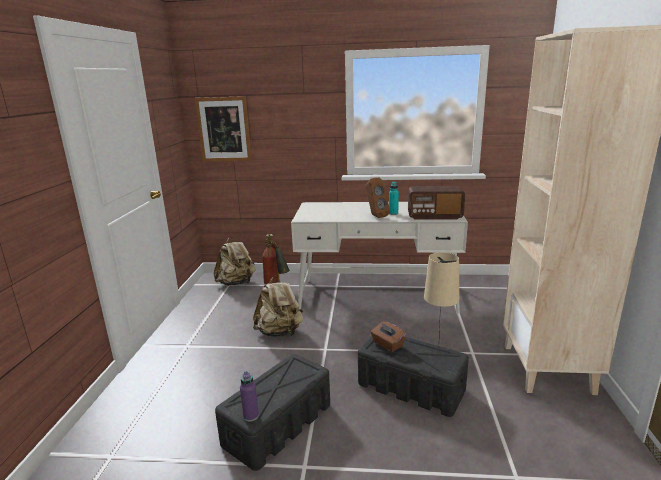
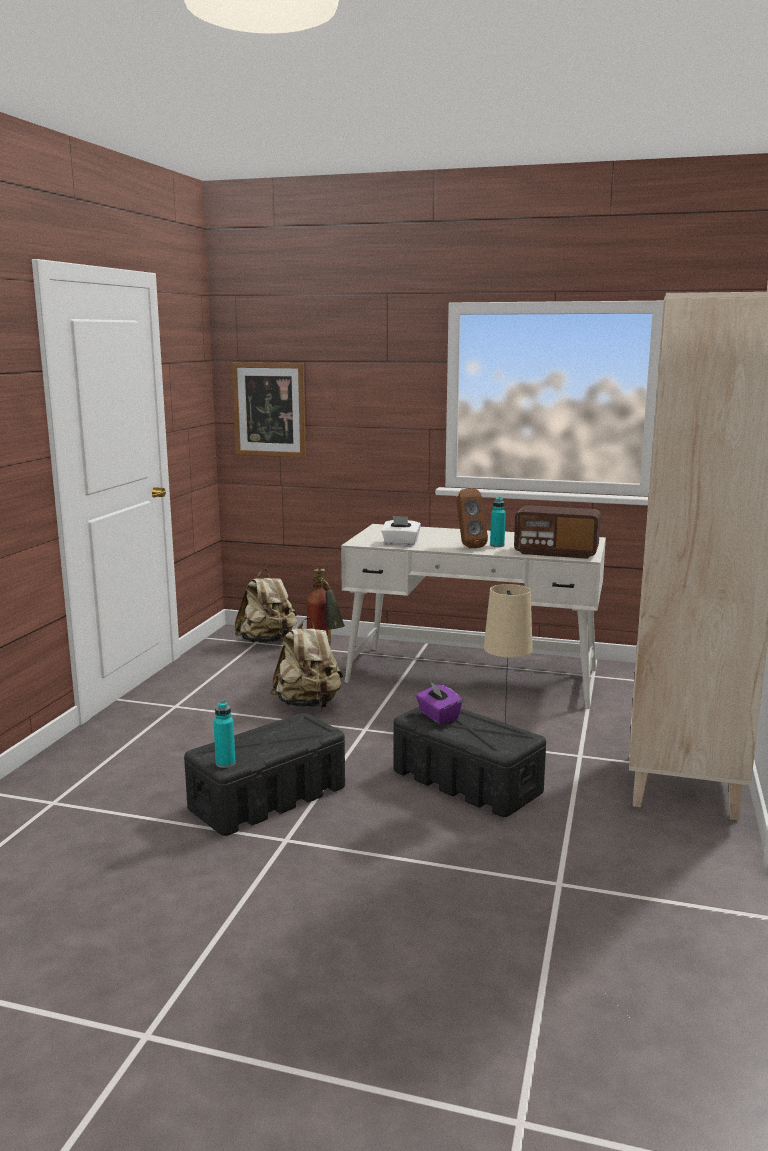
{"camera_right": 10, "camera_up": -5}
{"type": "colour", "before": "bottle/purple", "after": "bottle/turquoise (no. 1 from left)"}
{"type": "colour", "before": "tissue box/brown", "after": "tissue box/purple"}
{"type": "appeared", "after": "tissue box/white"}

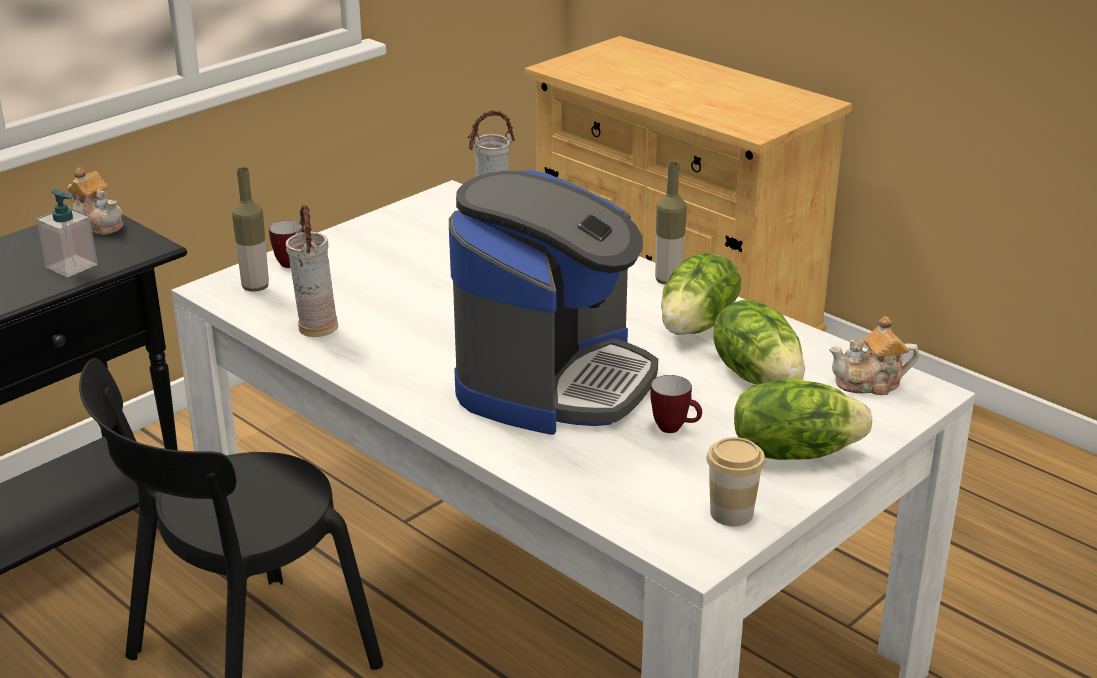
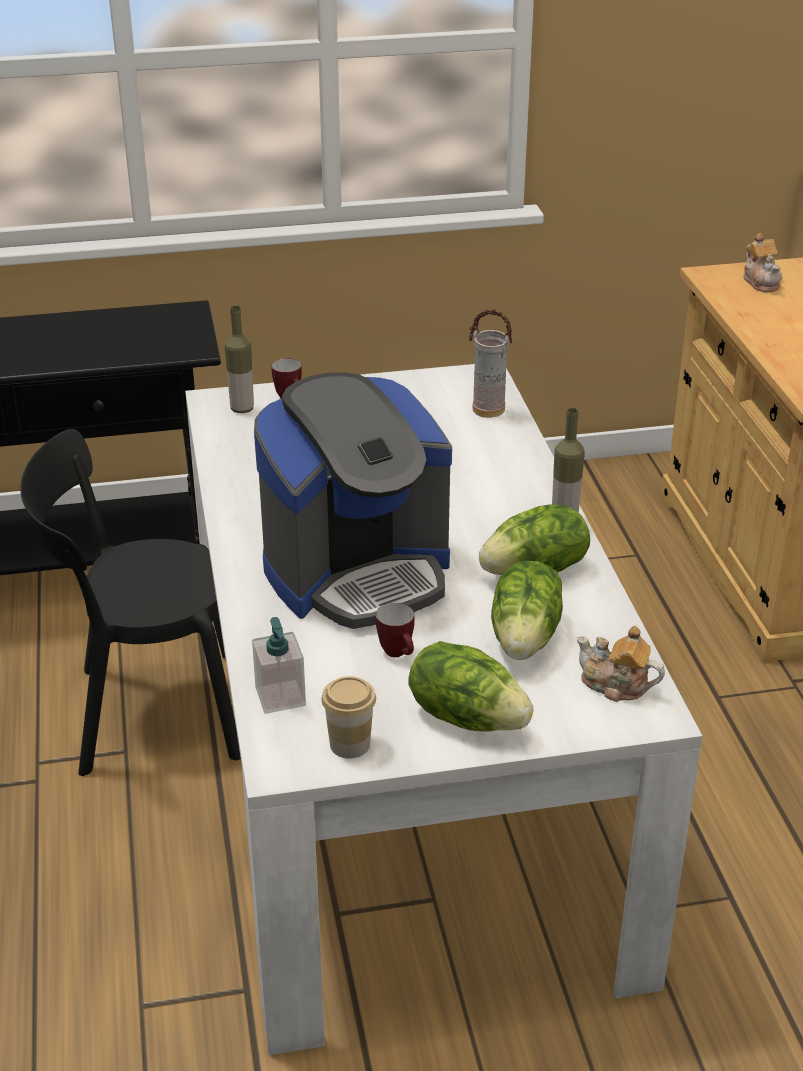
{"camera_right": 35, "camera_up": 5}
{"type": "relocated", "before": "soap dispenser"}
{"type": "relocated", "before": "teapot (no. 1 from left in the first image)", "after": "teapot (no. 2 from left)"}
{"type": "missing", "before": "vase (no. 1 from left)"}

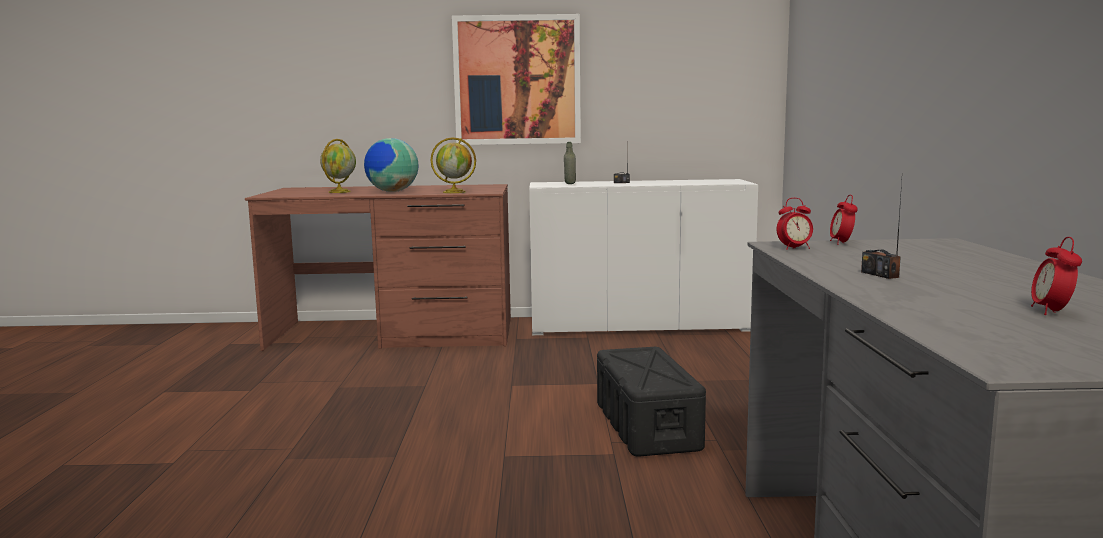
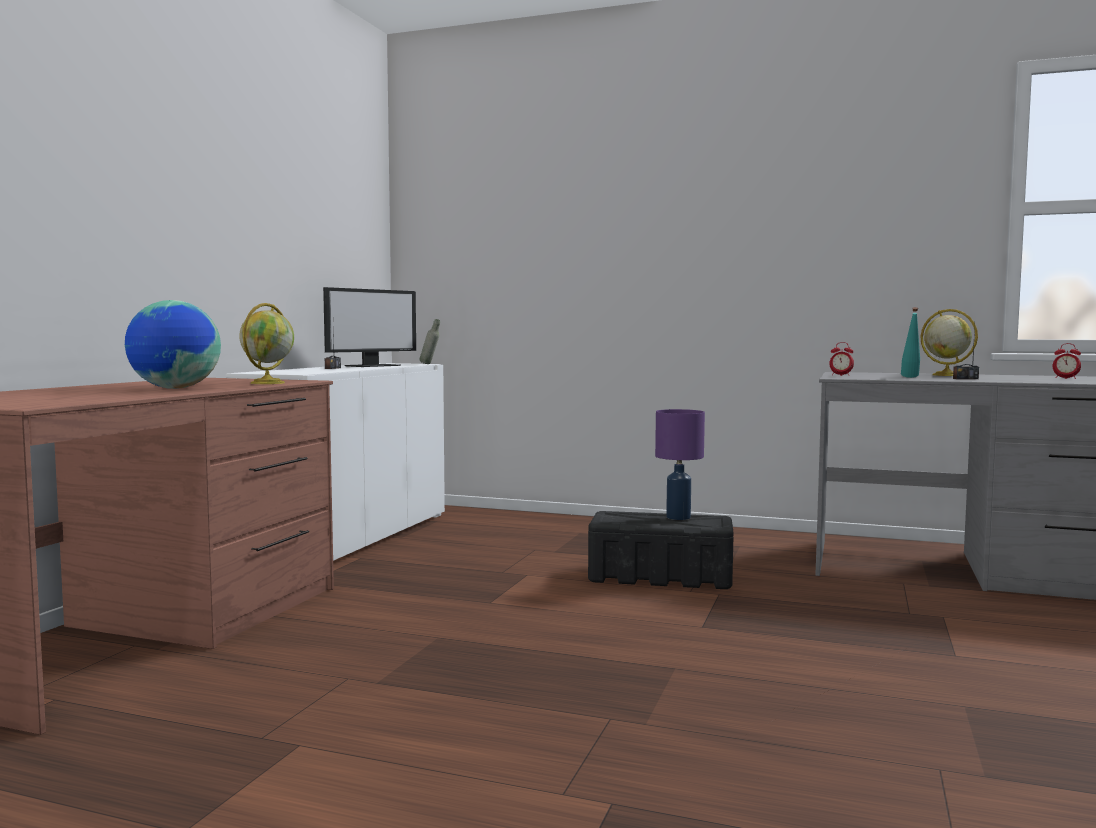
{"camera_right": -70, "camera_up": -5}
{"type": "relocated", "before": "globe (no. 1 from left in the first image)", "after": "globe (no. 3 from left)"}
{"type": "missing", "before": "picture"}
{"type": "relocated", "before": "bottle/grey"}
{"type": "missing", "before": "alarm clock (no. 1 from left)"}
{"type": "appeared", "after": "monitor"}
{"type": "appeared", "after": "table lamp/purple"}
{"type": "appeared", "after": "bottle/turquoise"}

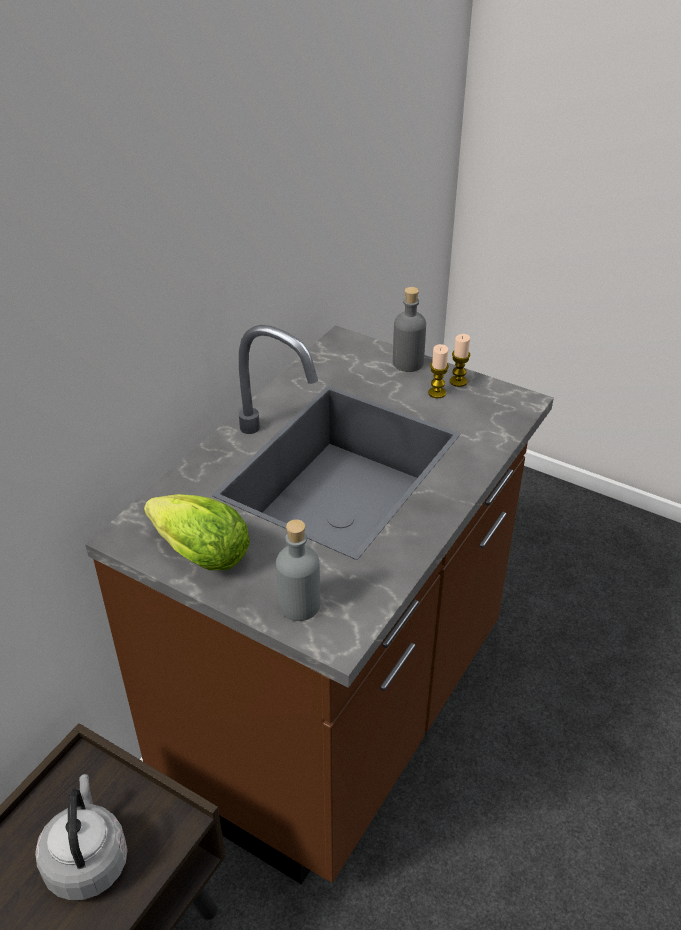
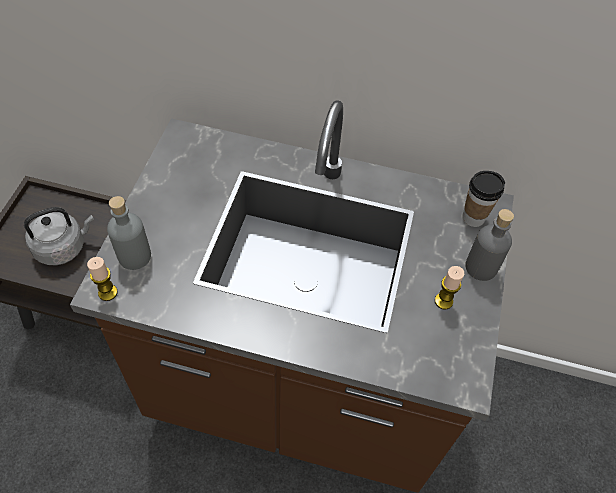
{"camera_right": 70, "camera_up": 15}
{"type": "missing", "before": "lettuce"}
{"type": "relocated", "before": "candle (no. 2 from left in the first image)", "after": "candle (no. 1 from left)"}
{"type": "appeared", "after": "cup"}

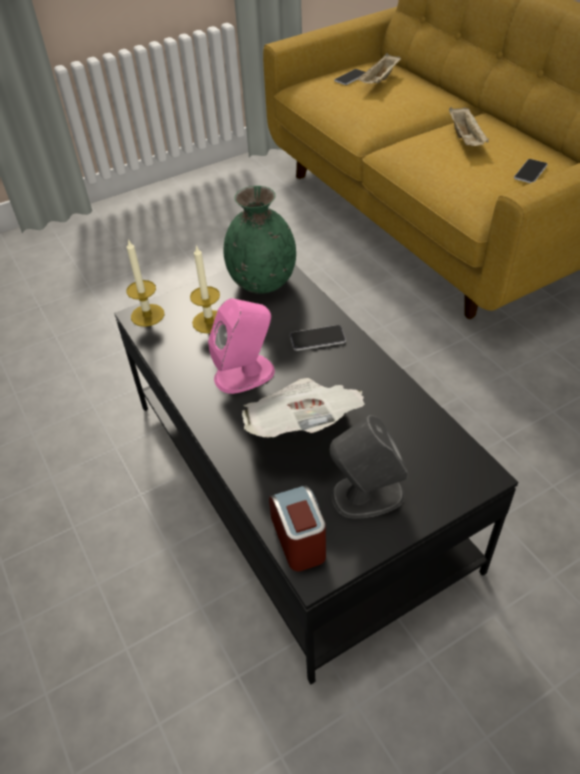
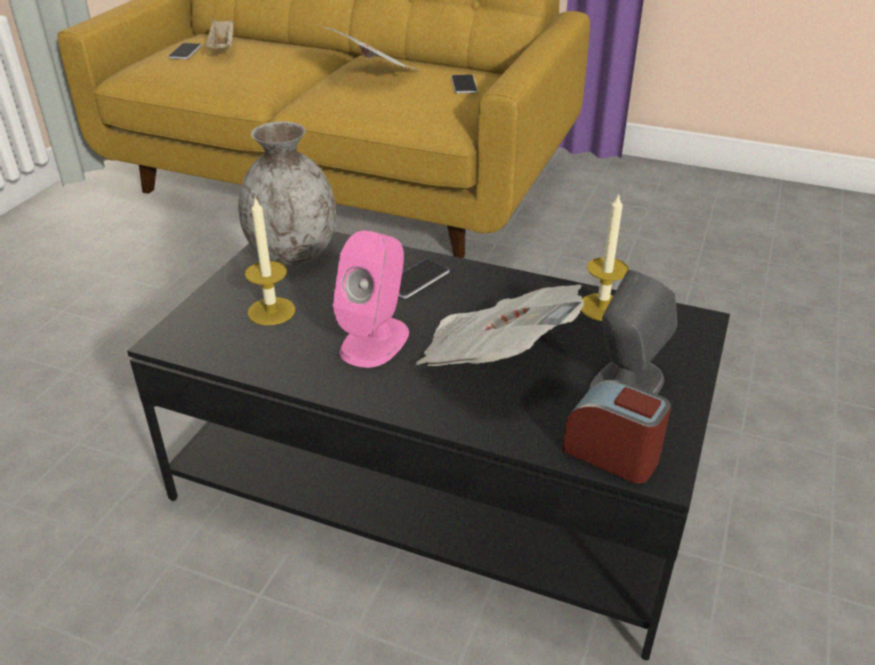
{"camera_right": -40, "camera_up": -10}
{"type": "relocated", "before": "candle (no. 1 from left in the first image)", "after": "candle (no. 2 from left)"}
{"type": "colour", "before": "vase/green", "after": "vase/grey"}
{"type": "exchanged", "before": "tray/beige (no. 2 from left)", "after": "newspaper (no. 1 from left)"}

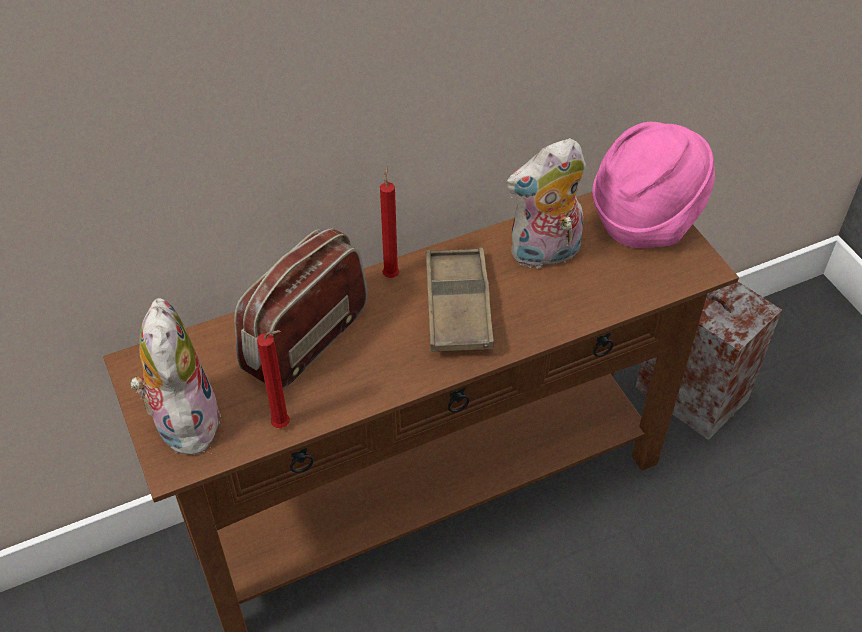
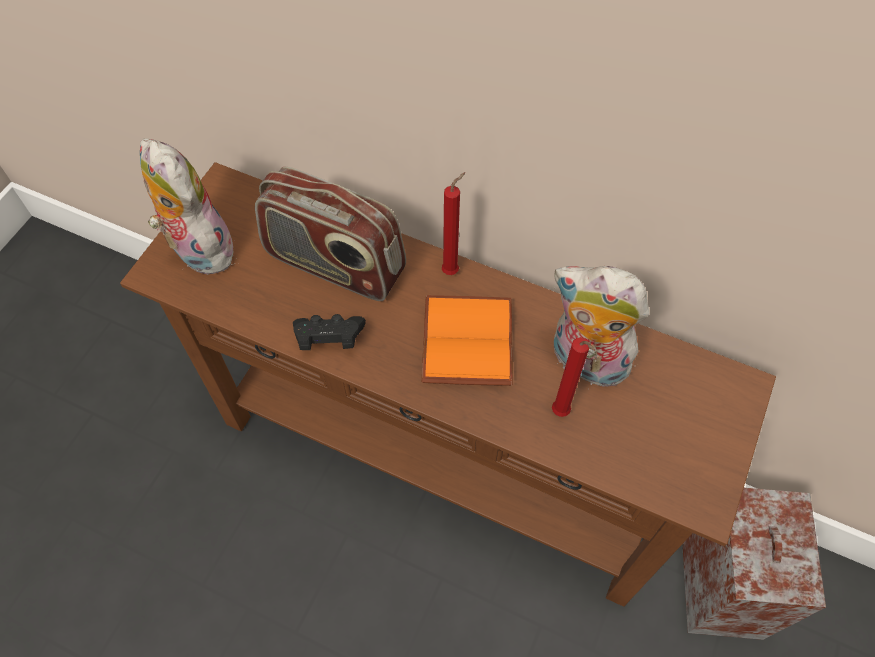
{"camera_right": 50, "camera_up": 10}
{"type": "spun", "before": "plush toy (no. 1 from left)", "turn": -75}
{"type": "spun", "before": "radio", "turn": -150}
{"type": "relocated", "before": "candle/red (no. 1 from left in the first image)", "after": "candle/red (no. 2 from left)"}
{"type": "exchanged", "before": "tray/brown", "after": "book/orange"}
{"type": "missing", "before": "hat/pink"}
{"type": "appeared", "after": "game controller/black"}

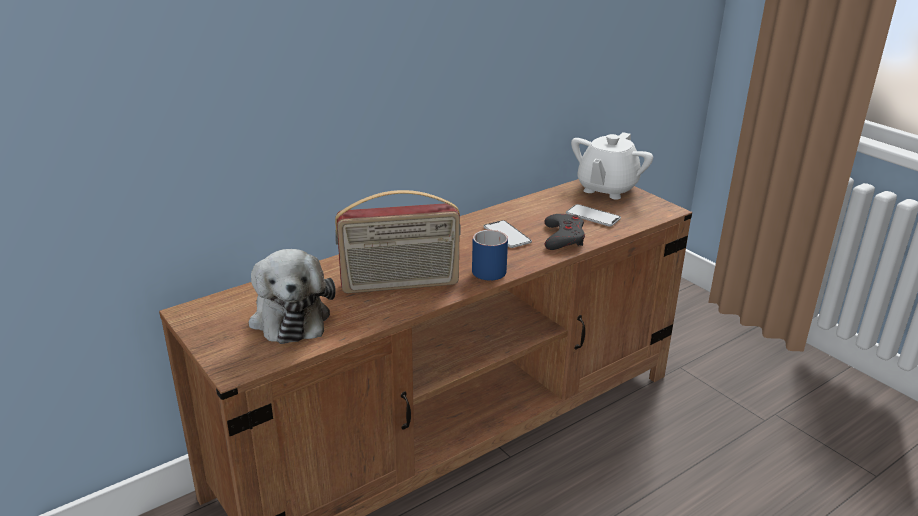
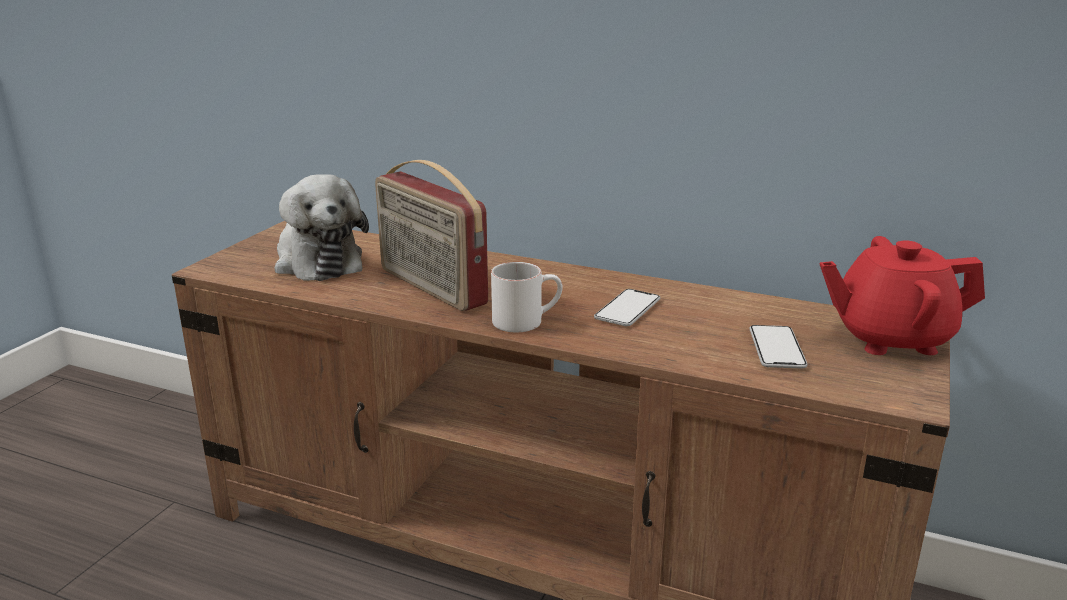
{"camera_right": 60, "camera_up": -5}
{"type": "spun", "before": "plush toy", "turn": -75}
{"type": "colour", "before": "mug/blue", "after": "mug/white"}
{"type": "missing", "before": "game controller/grey"}
{"type": "colour", "before": "teapot/white", "after": "teapot/red"}

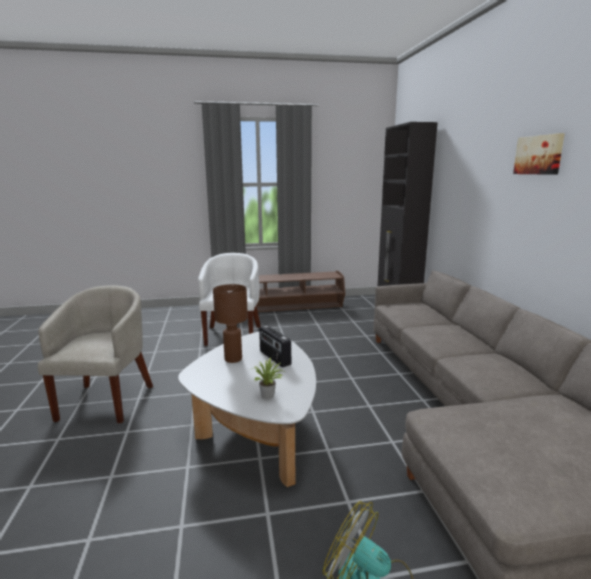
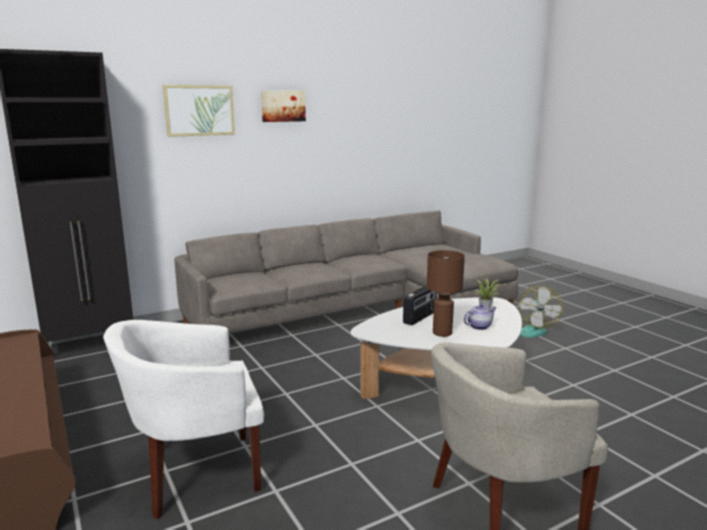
{"camera_right": -110, "camera_up": 0}
{"type": "appeared", "after": "picture (no. 1 from left)"}
{"type": "appeared", "after": "teapot"}

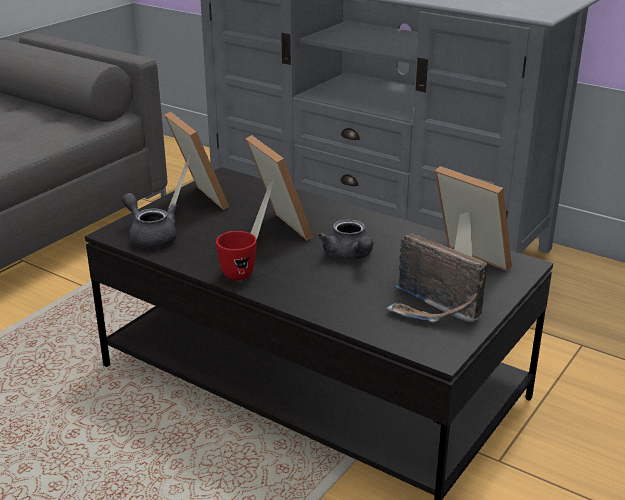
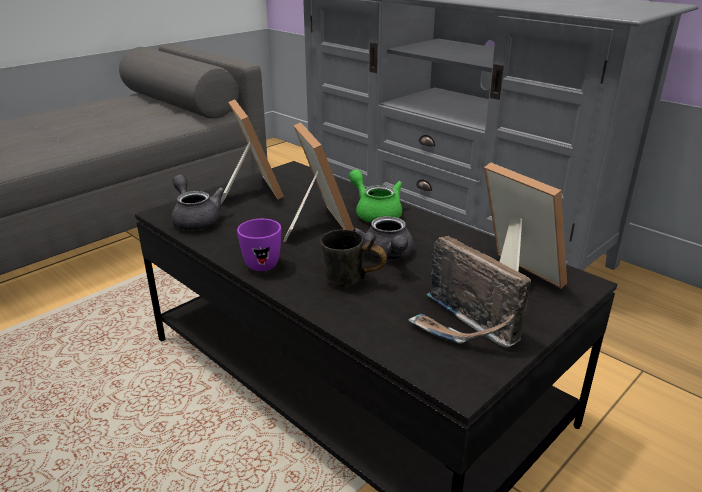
{"camera_right": 10, "camera_up": 0}
{"type": "colour", "before": "mug/red", "after": "mug/purple"}
{"type": "appeared", "after": "mug/grey"}
{"type": "appeared", "after": "teapot/green"}

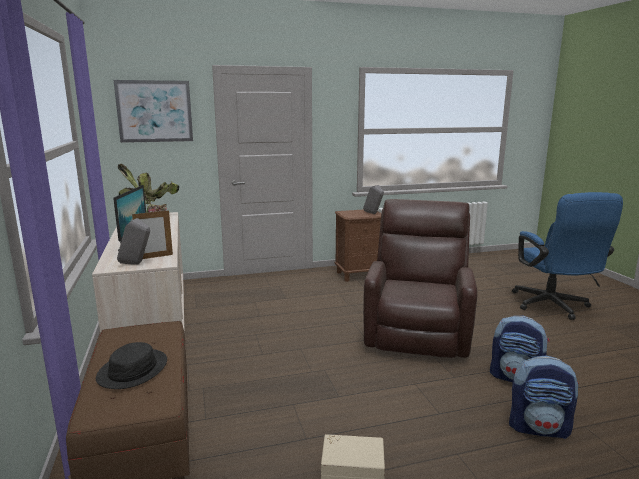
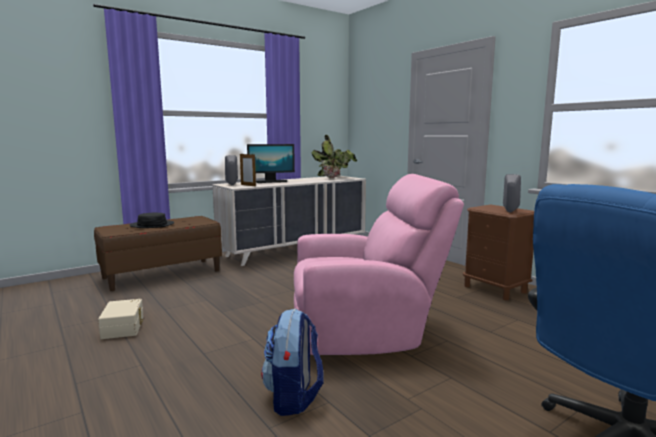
{"camera_right": 70, "camera_up": -5}
{"type": "missing", "before": "picture"}
{"type": "colour", "before": "armchair/brown", "after": "armchair/pink"}
{"type": "missing", "before": "backpack (no. 2 from left)"}

